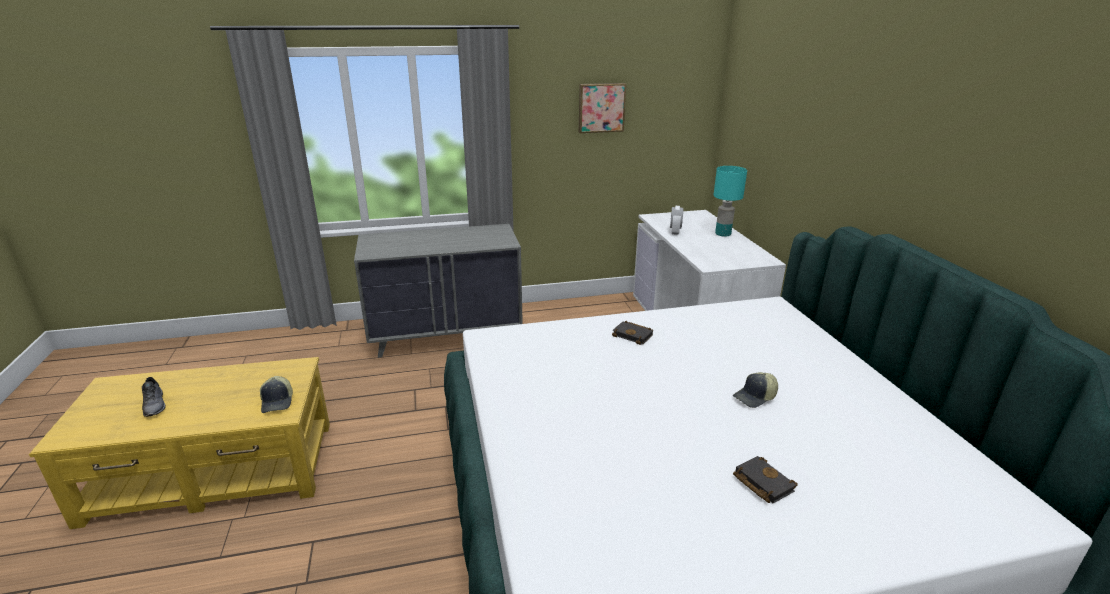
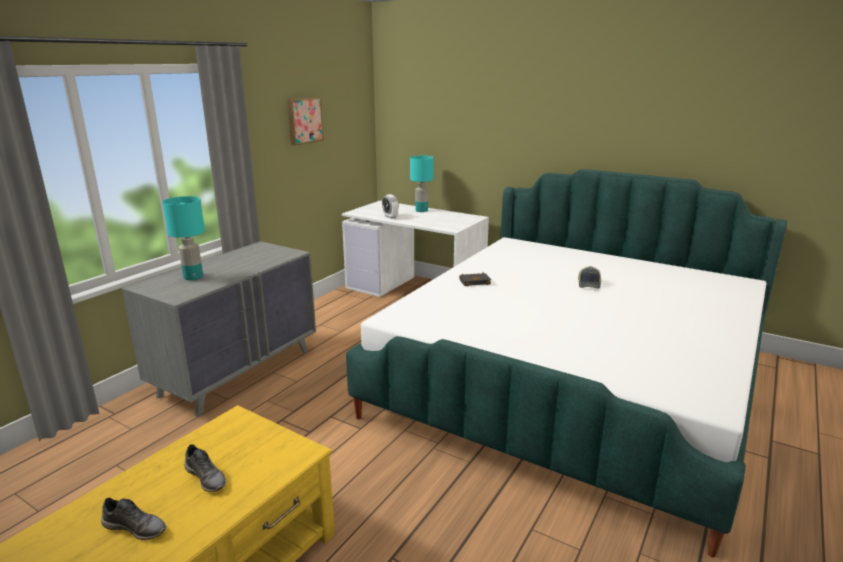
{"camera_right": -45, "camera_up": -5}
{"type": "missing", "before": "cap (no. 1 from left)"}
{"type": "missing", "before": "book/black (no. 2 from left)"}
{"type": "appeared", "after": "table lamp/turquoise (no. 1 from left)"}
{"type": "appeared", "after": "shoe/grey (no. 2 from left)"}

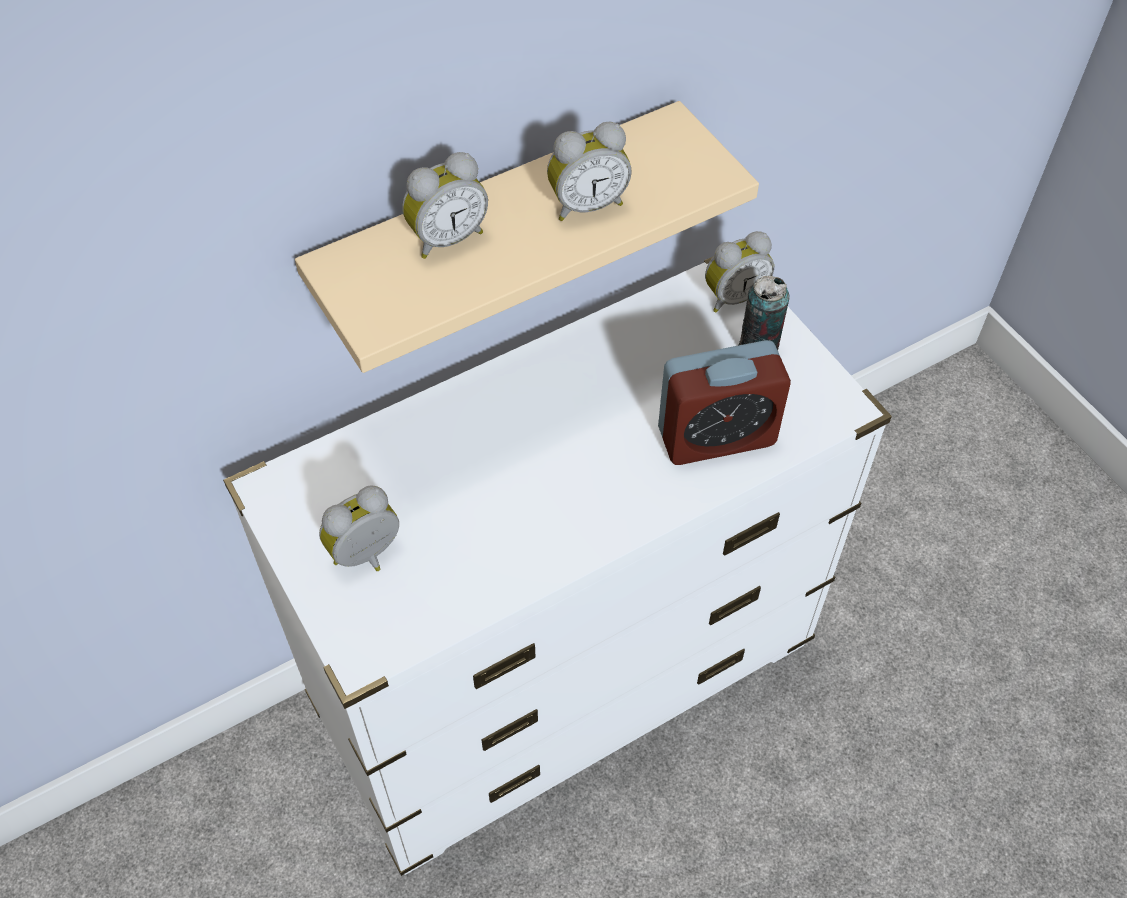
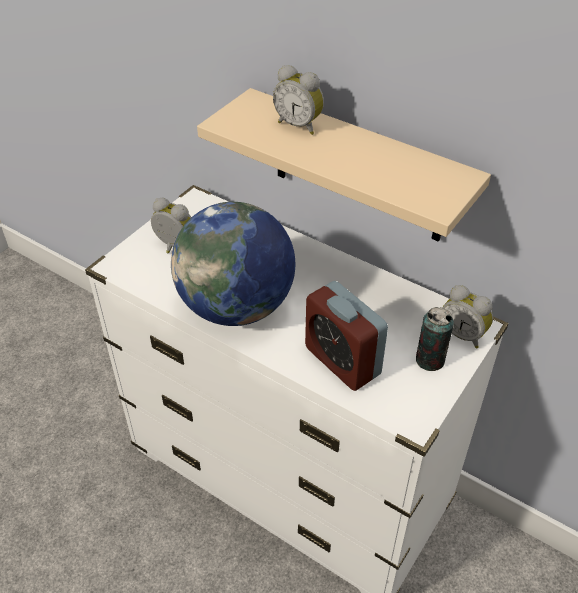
{"camera_right": 65, "camera_up": -10}
{"type": "missing", "before": "alarm clock (no. 3 from left)"}
{"type": "appeared", "after": "globe"}

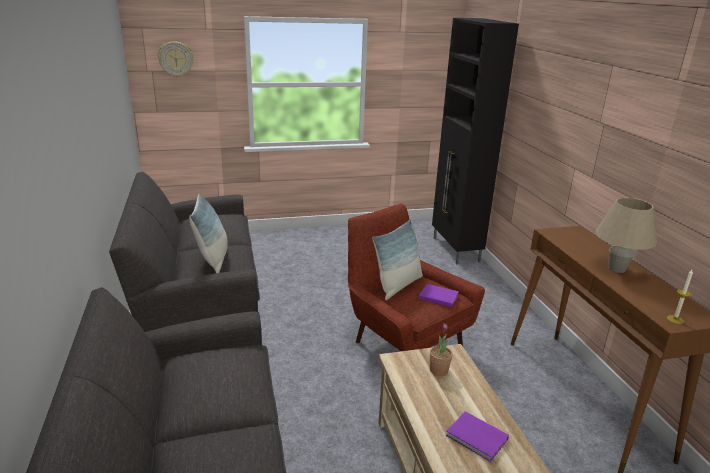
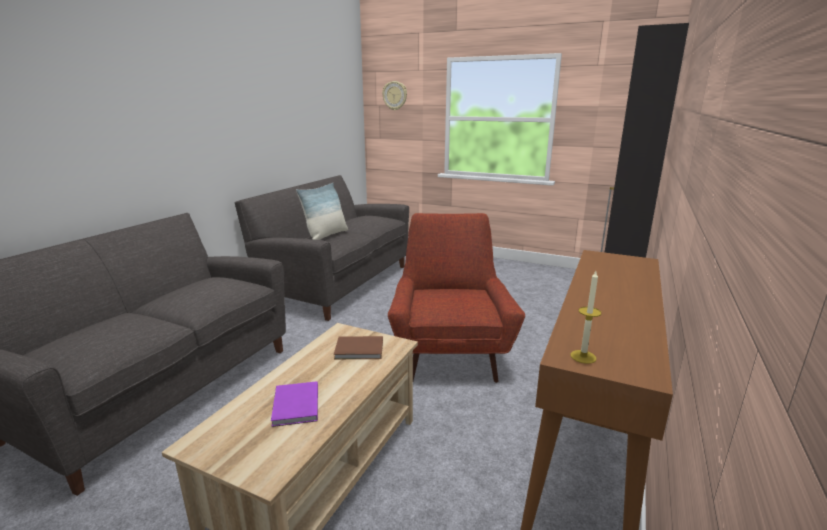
{"camera_right": 40, "camera_up": -5}
{"type": "missing", "before": "pillow (no. 2 from left)"}
{"type": "missing", "before": "book/purple (no. 1 from left)"}
{"type": "exchanged", "before": "potted plant", "after": "book/brown"}
{"type": "missing", "before": "table lamp/beige"}

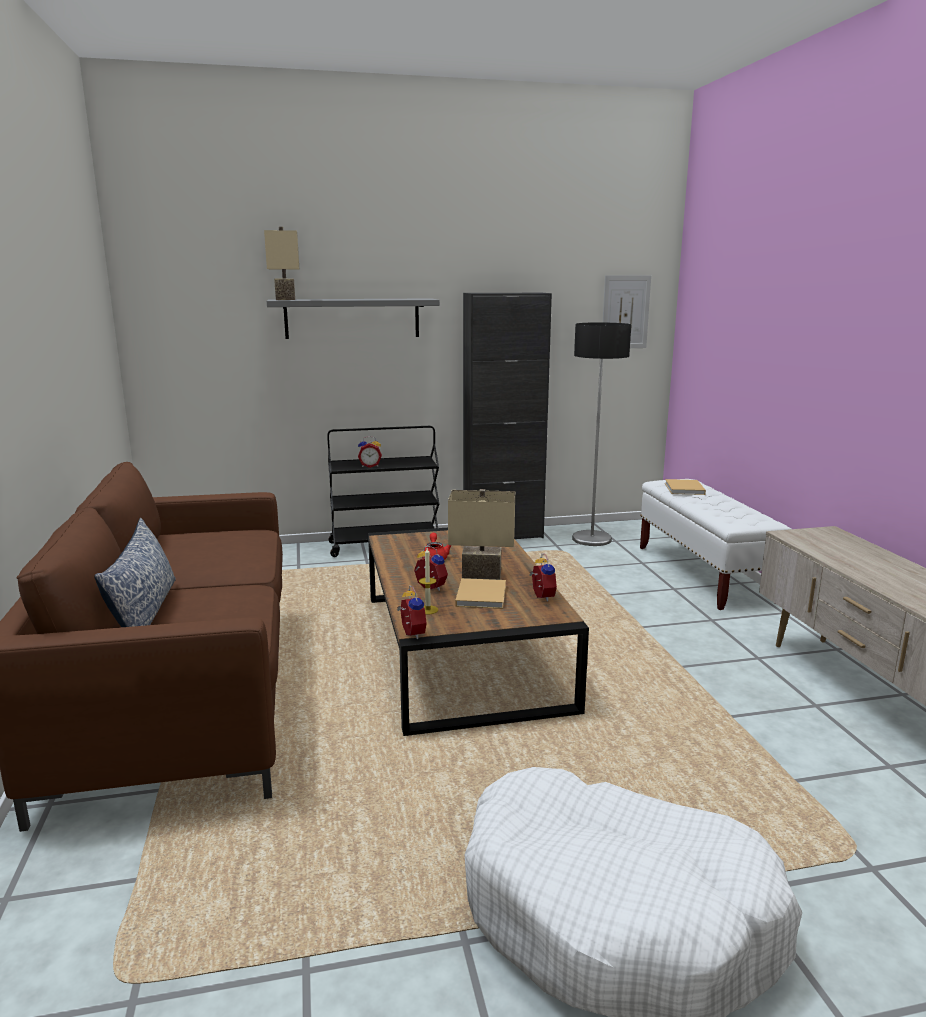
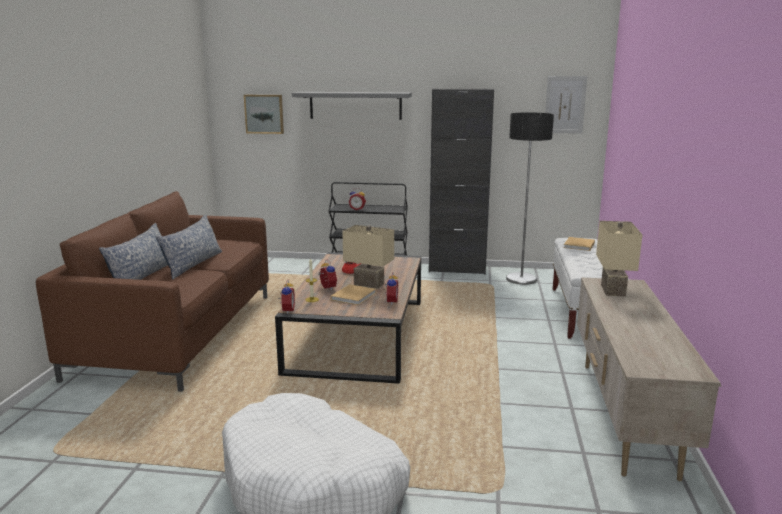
{"camera_right": 20, "camera_up": 0}
{"type": "relocated", "before": "table lamp/beige (no. 1 from left in the first image)", "after": "table lamp/beige (no. 2 from left)"}
{"type": "appeared", "after": "pillow (no. 2 from left)"}
{"type": "appeared", "after": "picture (no. 1 from left)"}

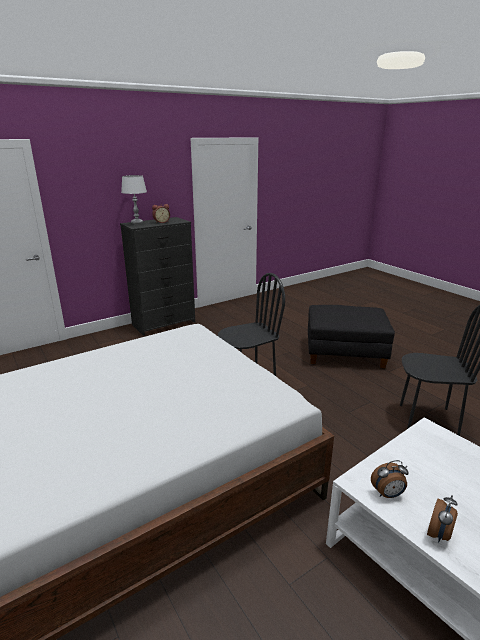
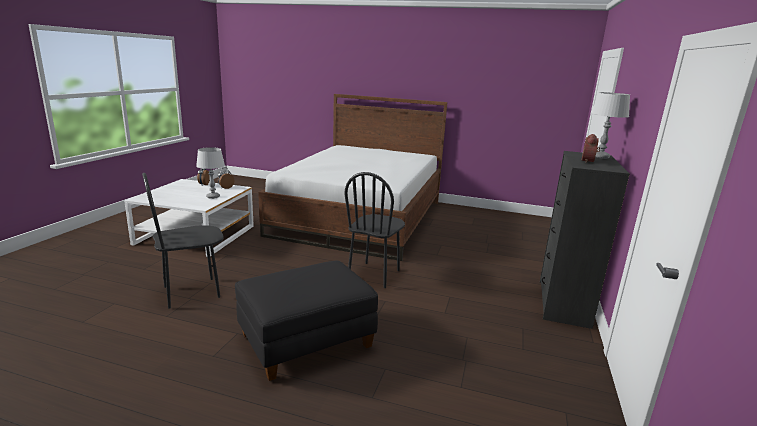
{"camera_right": 140, "camera_up": -5}
{"type": "appeared", "after": "table lamp/grey (no. 1 from left)"}

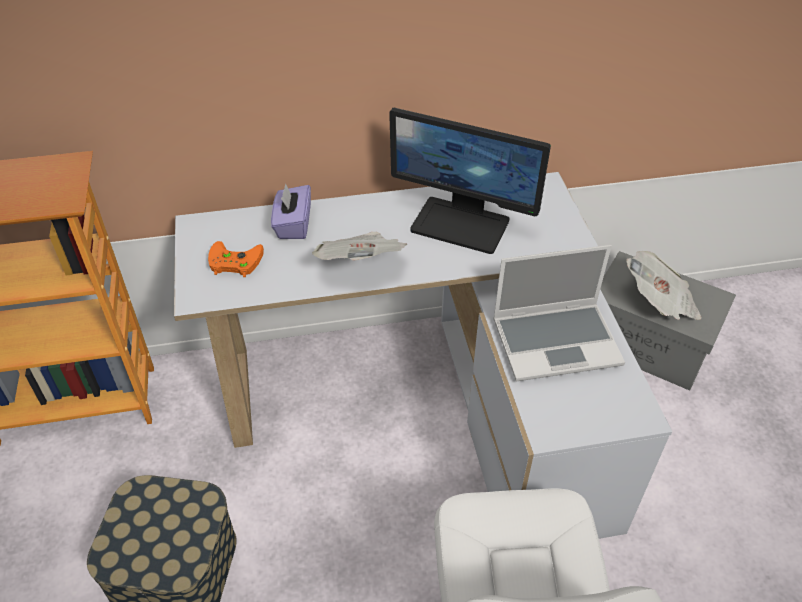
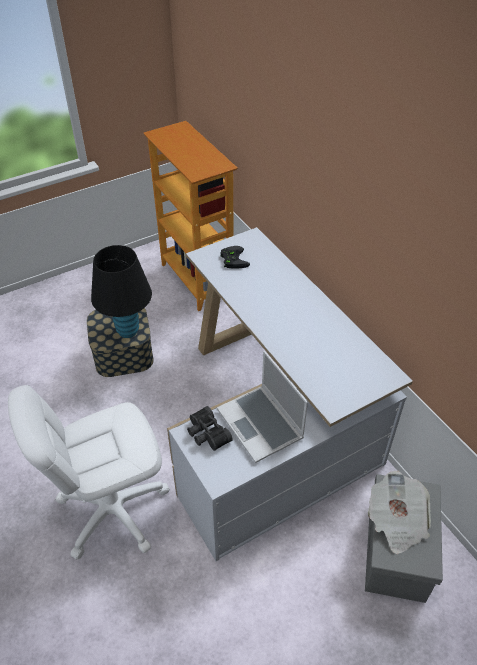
{"camera_right": 70, "camera_up": 0}
{"type": "colour", "before": "game controller/orange", "after": "game controller/black"}
{"type": "missing", "before": "tissue box/purple"}
{"type": "missing", "before": "newspaper (no. 1 from left)"}
{"type": "missing", "before": "monitor"}
{"type": "appeared", "after": "table lamp/black"}
{"type": "appeared", "after": "binoculars/black"}

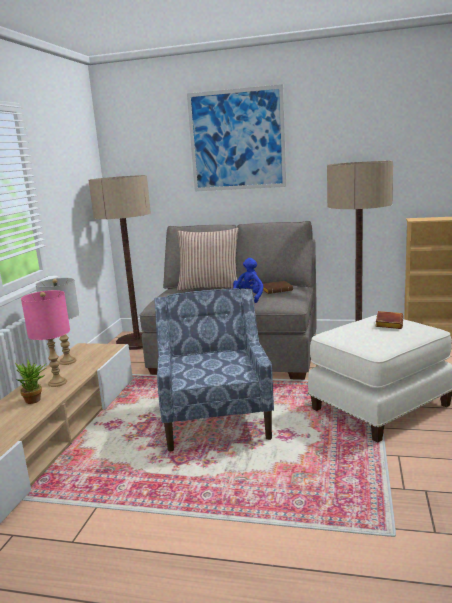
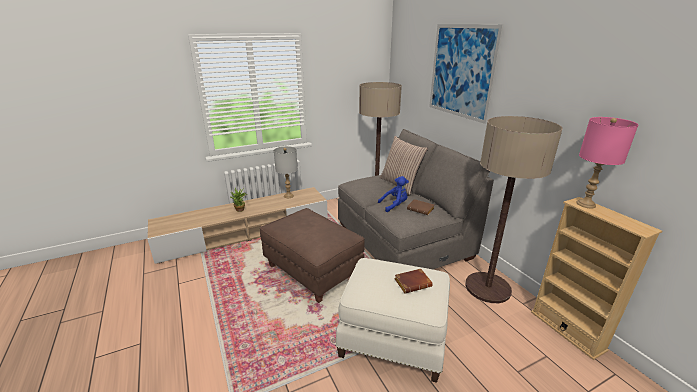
{"camera_right": 50, "camera_up": 10}
{"type": "relocated", "before": "table lamp/pink"}
{"type": "exchanged", "before": "armchair/blue", "after": "ottoman/brown"}

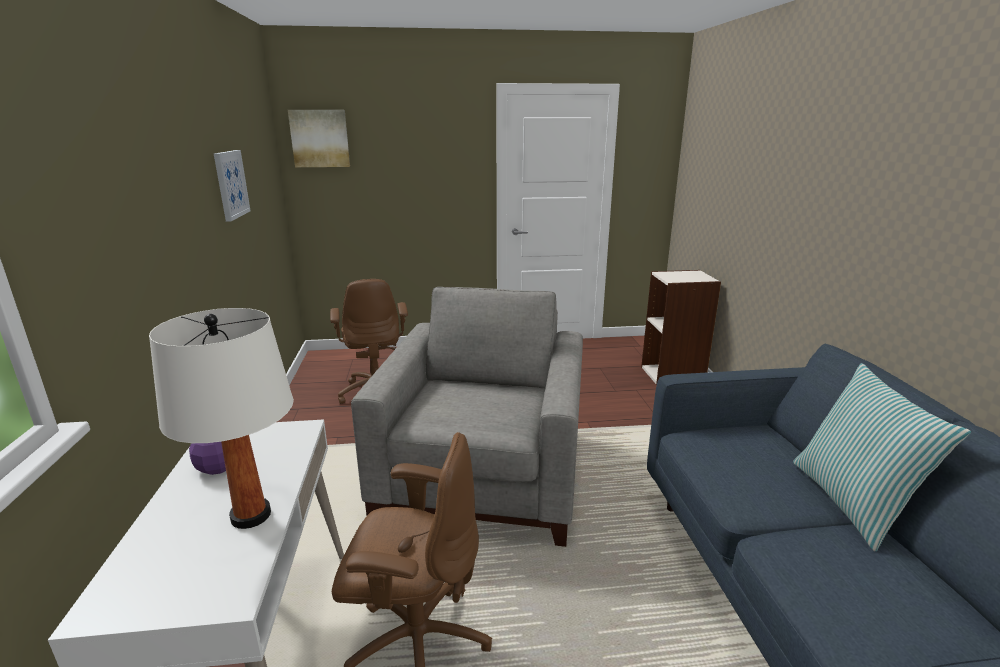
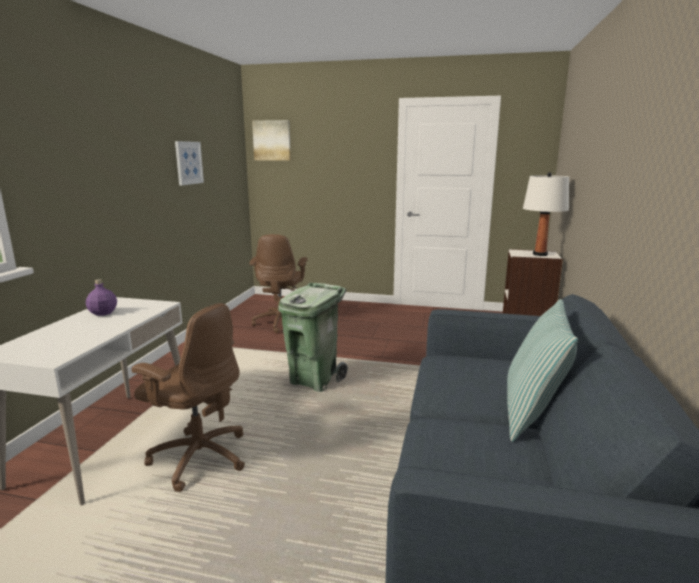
{"camera_right": 20, "camera_up": -5}
{"type": "relocated", "before": "table lamp/white"}
{"type": "exchanged", "before": "armchair/grey", "after": "trash can/green"}

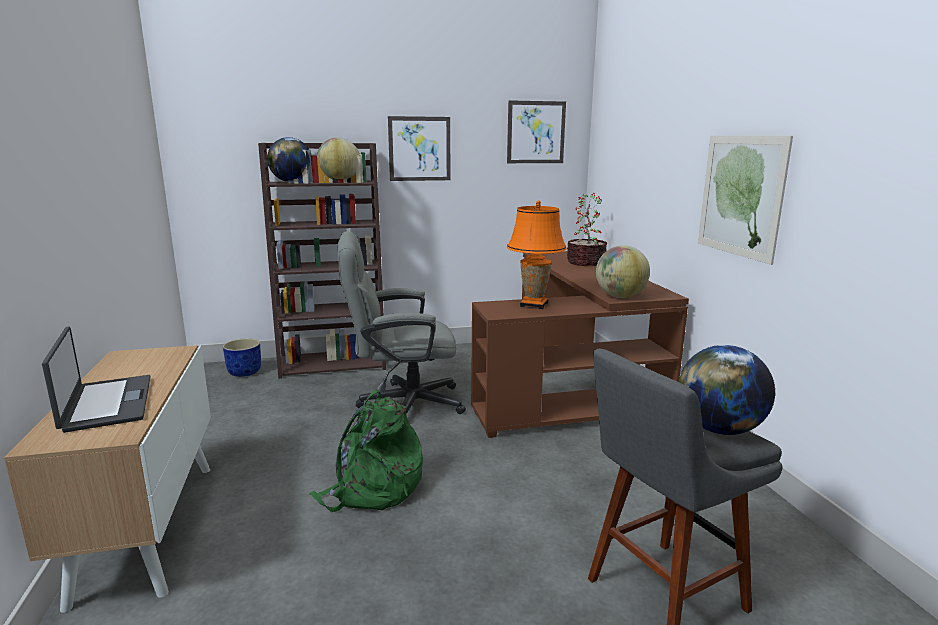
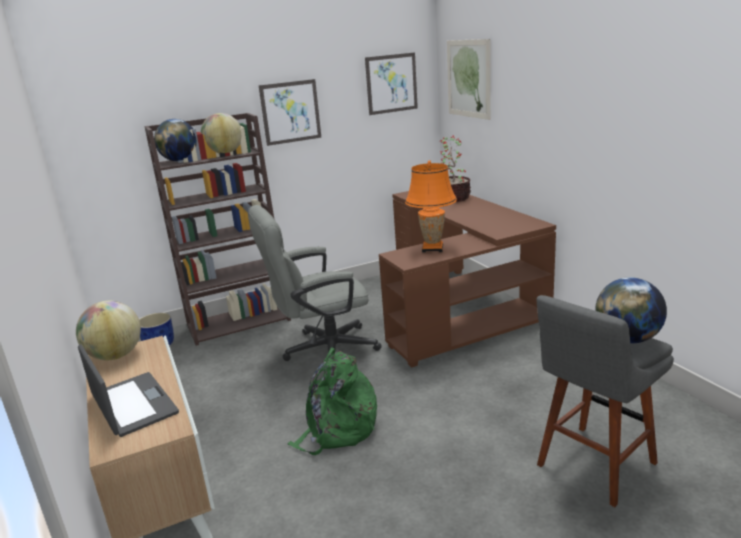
{"camera_right": -10, "camera_up": 5}
{"type": "relocated", "before": "globe (no. 3 from left in the first image)", "after": "globe (no. 1 from left)"}
{"type": "relocated", "before": "picture (no. 3 from left)"}

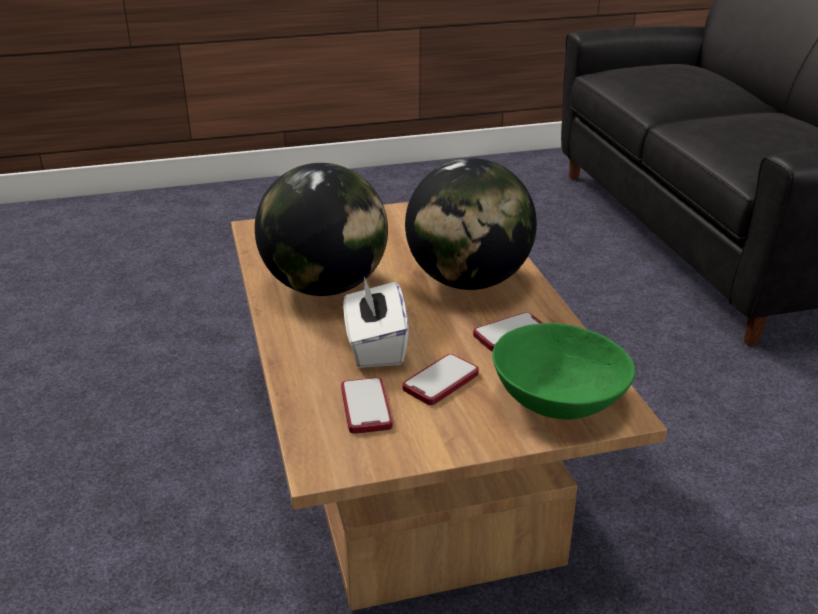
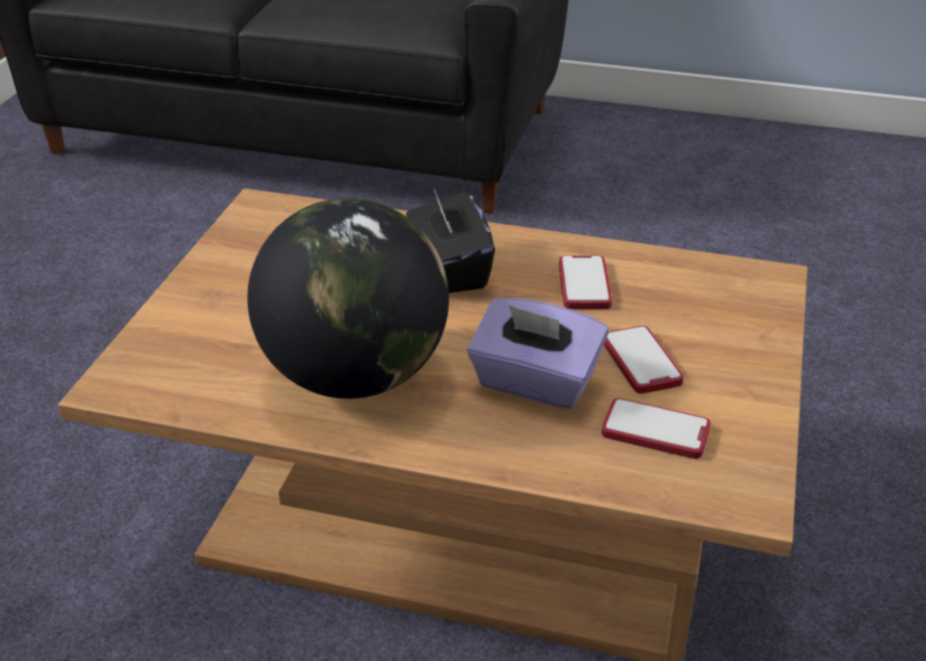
{"camera_right": -60, "camera_up": 5}
{"type": "colour", "before": "tissue box/white", "after": "tissue box/purple"}
{"type": "exchanged", "before": "globe (no. 2 from left)", "after": "tissue box/black"}
{"type": "missing", "before": "bowl/green"}

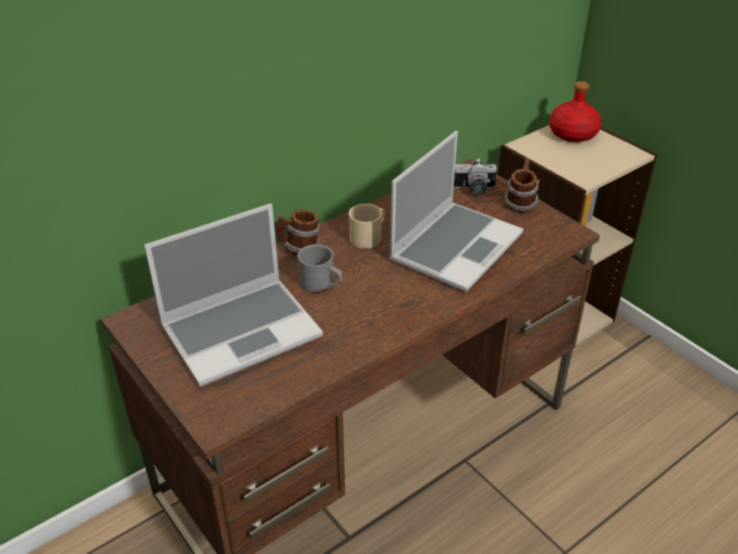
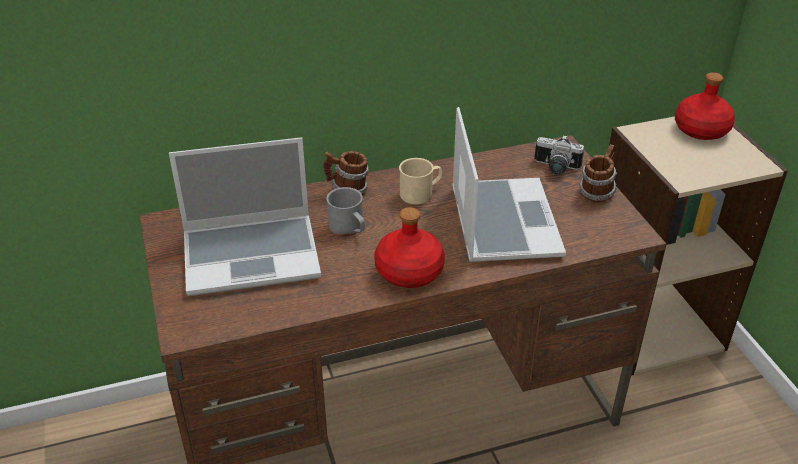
{"camera_right": 20, "camera_up": 0}
{"type": "spun", "before": "laptop (no. 2 from left)", "turn": -60}
{"type": "appeared", "after": "bottle/red (no. 1 from left)"}

